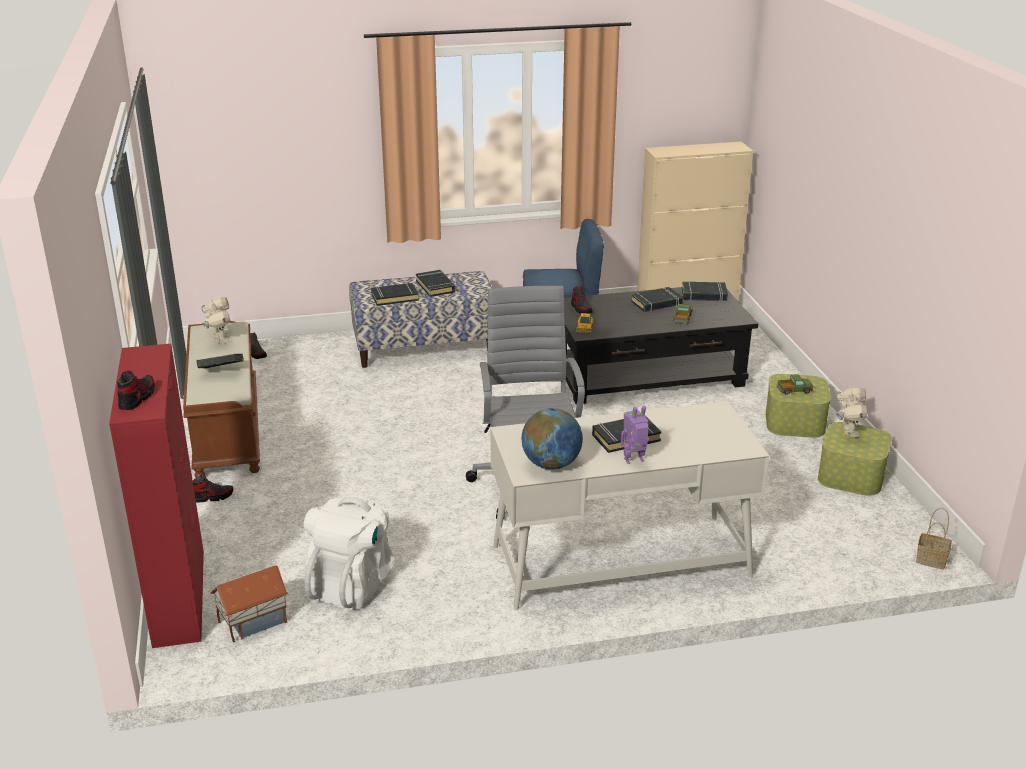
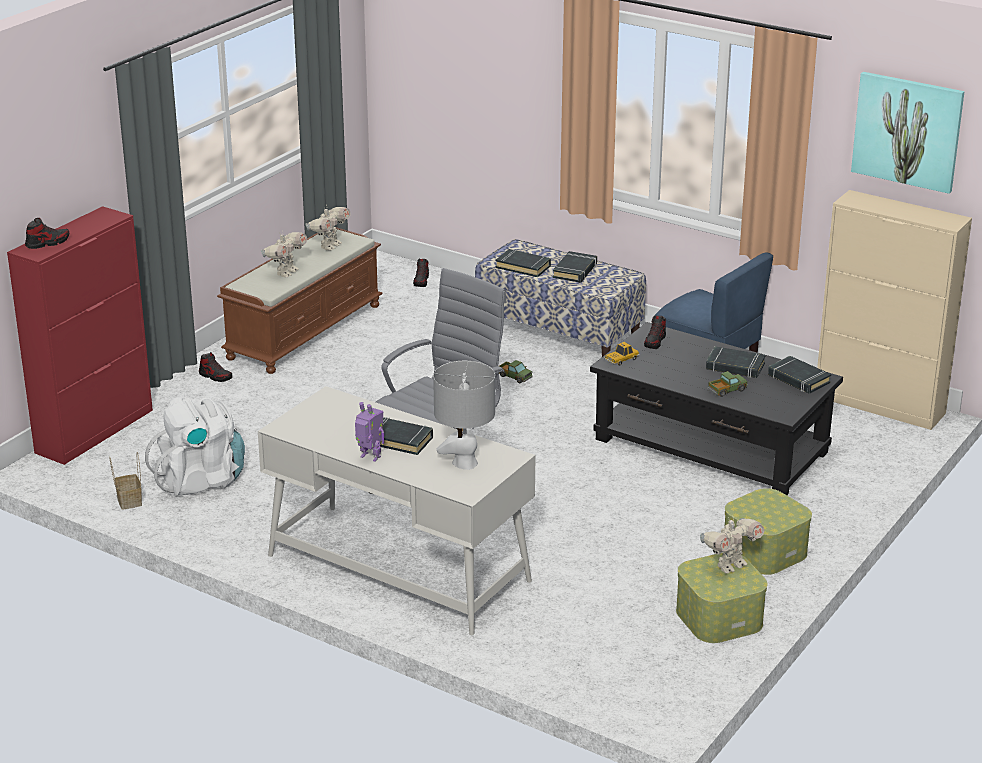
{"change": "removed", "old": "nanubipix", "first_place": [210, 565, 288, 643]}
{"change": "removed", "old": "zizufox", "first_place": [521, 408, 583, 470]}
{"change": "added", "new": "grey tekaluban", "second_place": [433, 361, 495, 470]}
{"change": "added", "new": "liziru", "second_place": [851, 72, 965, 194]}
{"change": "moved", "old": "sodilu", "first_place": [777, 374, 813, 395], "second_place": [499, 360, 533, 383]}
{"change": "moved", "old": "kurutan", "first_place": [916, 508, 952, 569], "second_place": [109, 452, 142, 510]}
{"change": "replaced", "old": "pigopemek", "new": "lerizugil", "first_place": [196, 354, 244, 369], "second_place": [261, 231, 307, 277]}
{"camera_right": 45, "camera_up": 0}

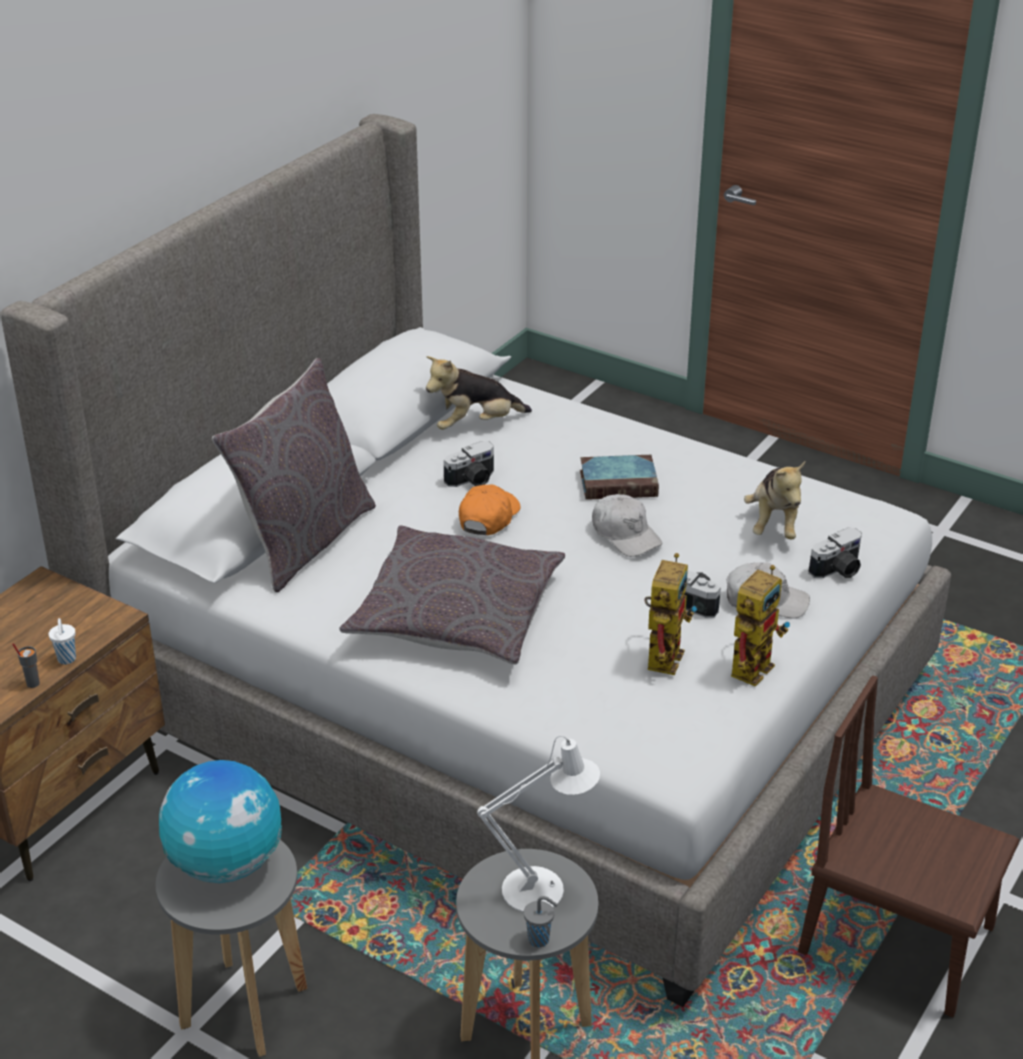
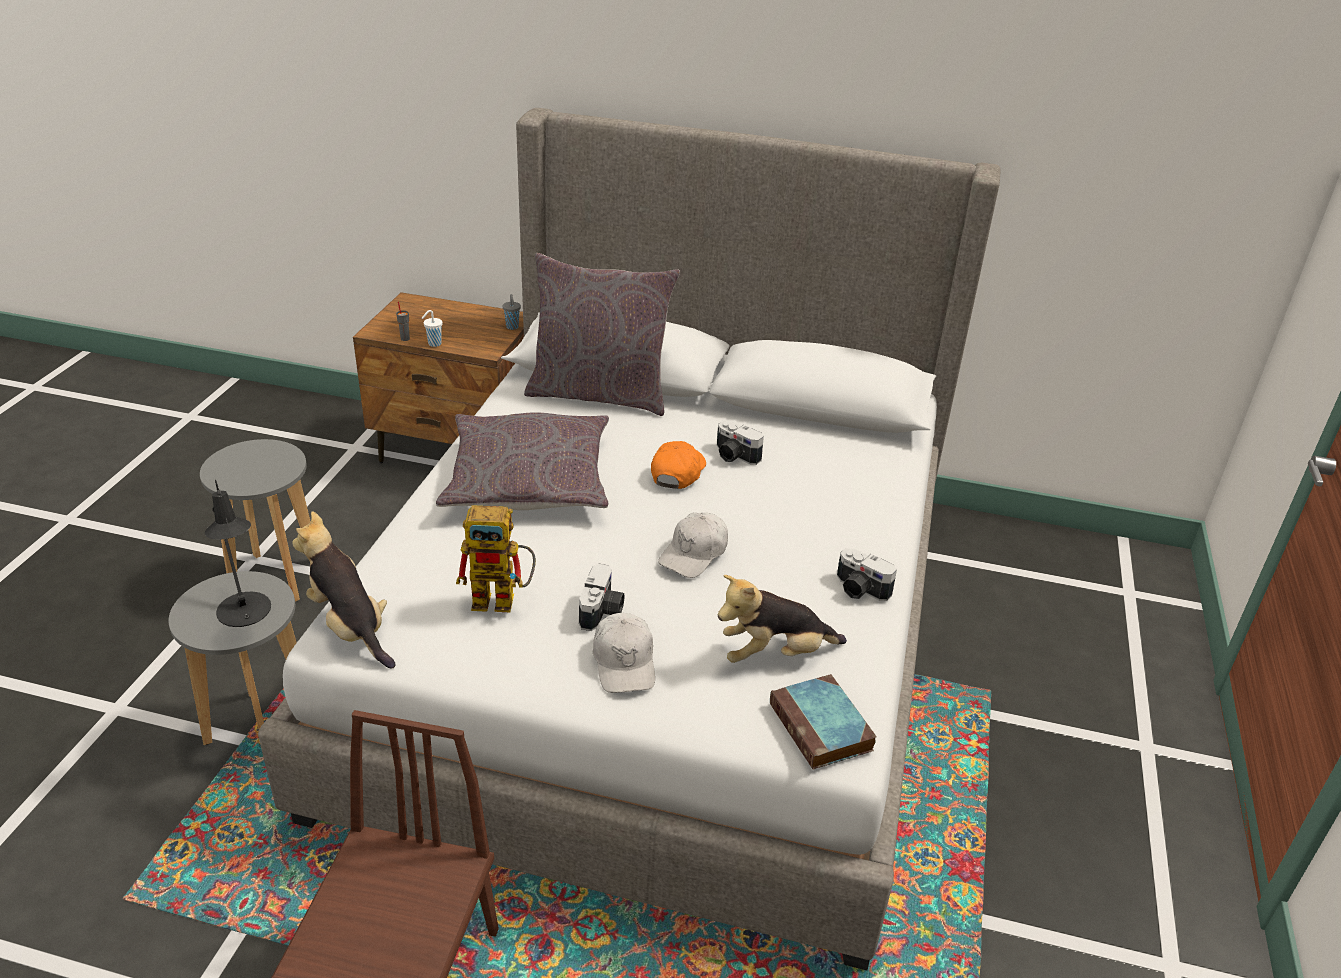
{"change": "removed", "old": "zizufox", "first_place": [159, 760, 282, 883]}
{"change": "removed", "old": "lerizugil", "first_place": [731, 565, 790, 686]}
{"change": "moved", "old": "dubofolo", "first_place": [426, 356, 532, 430], "second_place": [292, 511, 396, 669]}
{"change": "moved", "old": "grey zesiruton", "first_place": [524, 896, 558, 947], "second_place": [503, 294, 521, 330]}
{"change": "moved", "old": "pigopemek", "first_place": [580, 455, 659, 500], "second_place": [770, 674, 877, 770]}
{"change": "moved", "old": "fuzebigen", "first_place": [808, 528, 862, 578], "second_place": [837, 548, 897, 601]}
{"change": "recoloured", "old": "white tekaluban", "new": "black tekaluban", "first_place": [477, 735, 600, 912], "second_place": [205, 480, 271, 627]}
{"change": "turned", "old": "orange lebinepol", "first_place": [459, 485, 520, 535], "second_place": [651, 441, 706, 489], "degrees": -75}
{"camera_right": 70, "camera_up": 0}

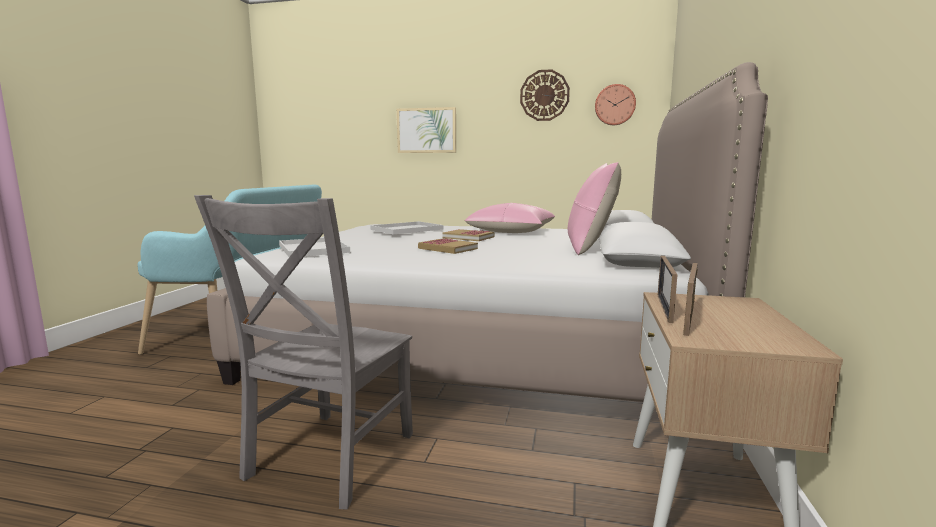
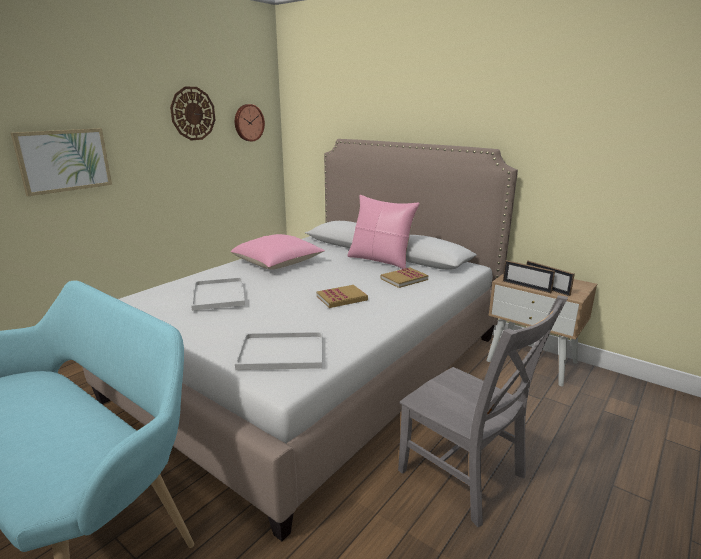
{"change": "moved", "old": "pigopemek", "first_place": [443, 229, 494, 241], "second_place": [381, 267, 428, 288]}
{"camera_right": -65, "camera_up": 10}

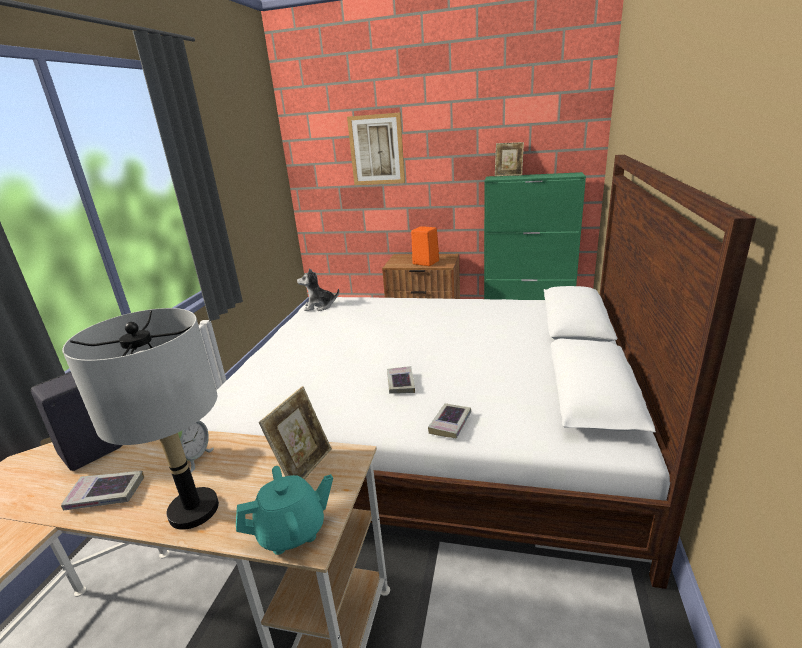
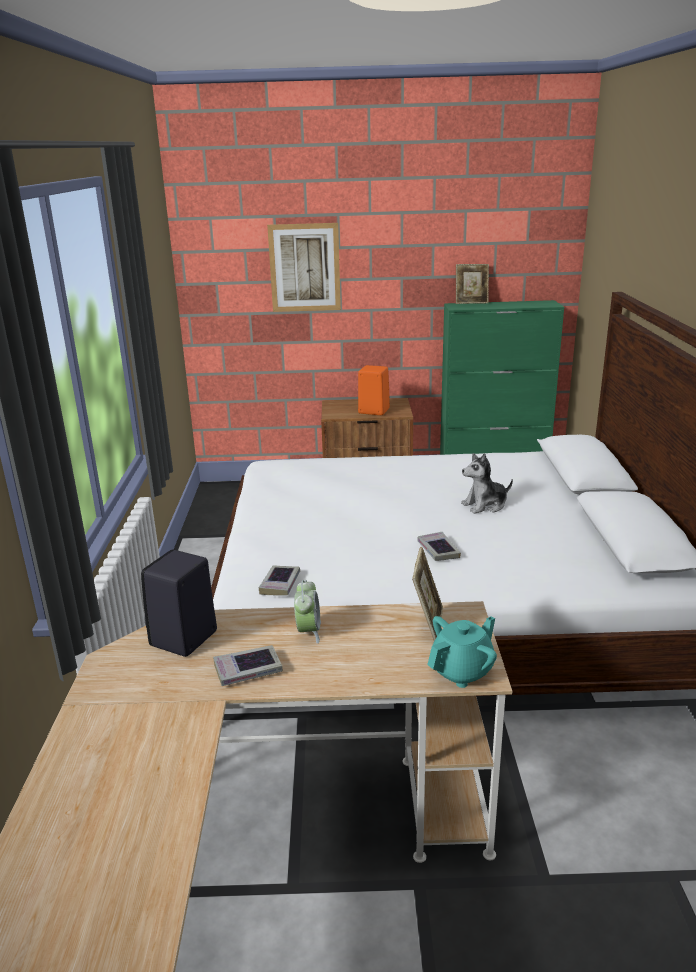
{"change": "removed", "old": "grey tekaluban", "first_place": [62, 308, 219, 530]}
{"change": "moved", "old": "dubofolo", "first_place": [297, 268, 339, 311], "second_place": [461, 453, 513, 514]}
{"change": "moved", "old": "pigopemek", "first_place": [428, 403, 471, 438], "second_place": [259, 566, 300, 596]}
{"camera_right": -15, "camera_up": 0}

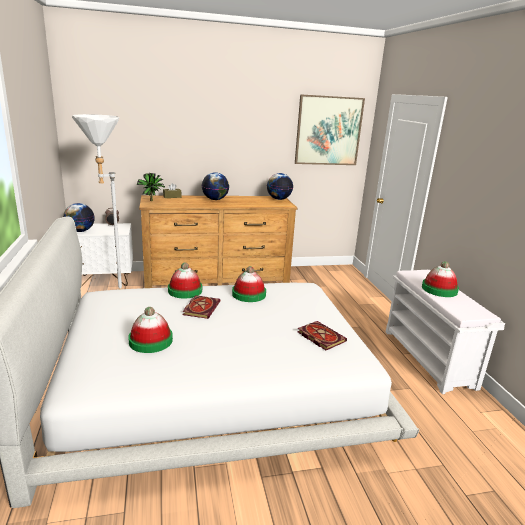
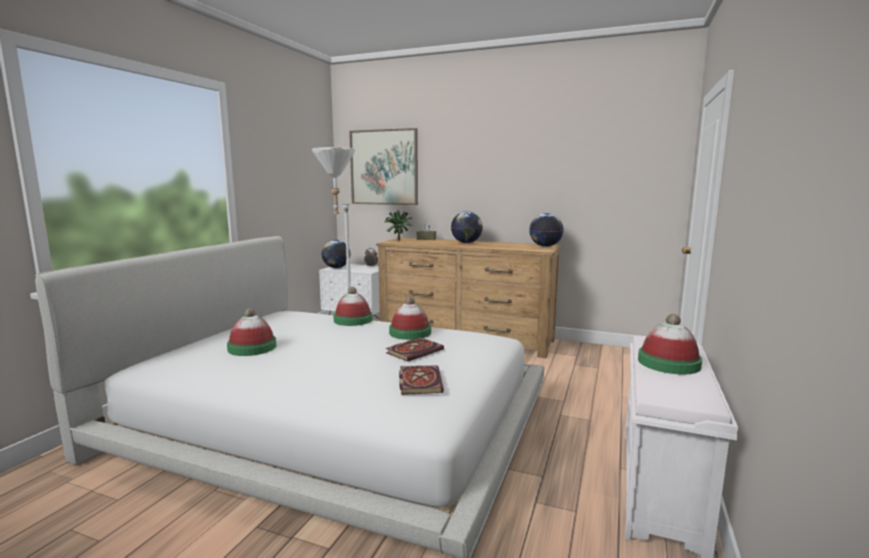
{"change": "moved", "old": "pigopemek", "first_place": [183, 295, 220, 319], "second_place": [386, 338, 444, 361]}
{"change": "moved", "old": "liziru", "first_place": [295, 94, 365, 165], "second_place": [349, 128, 418, 205]}
{"camera_right": 35, "camera_up": -10}

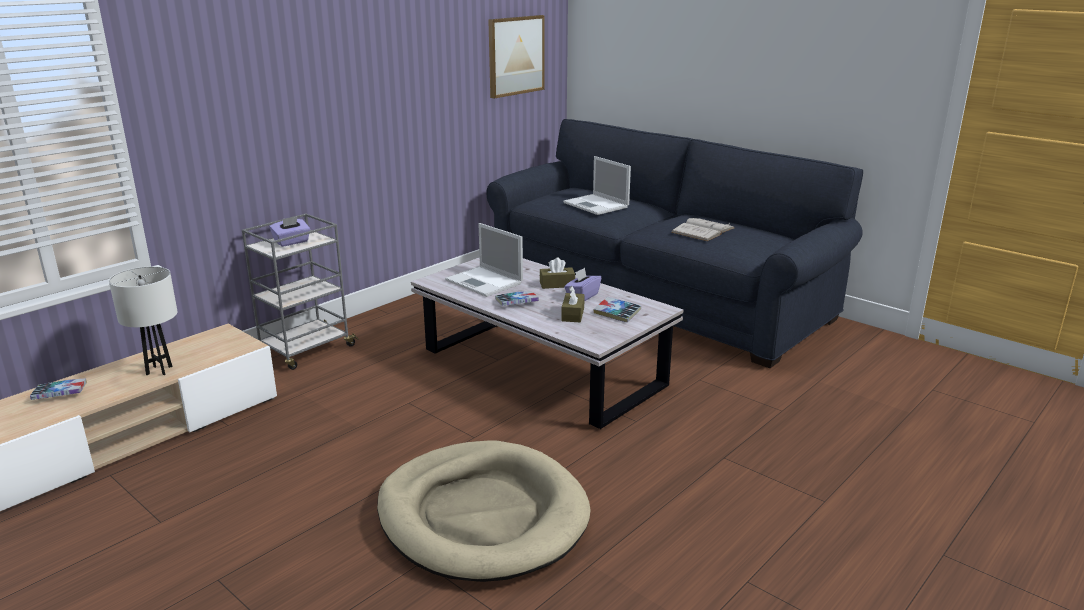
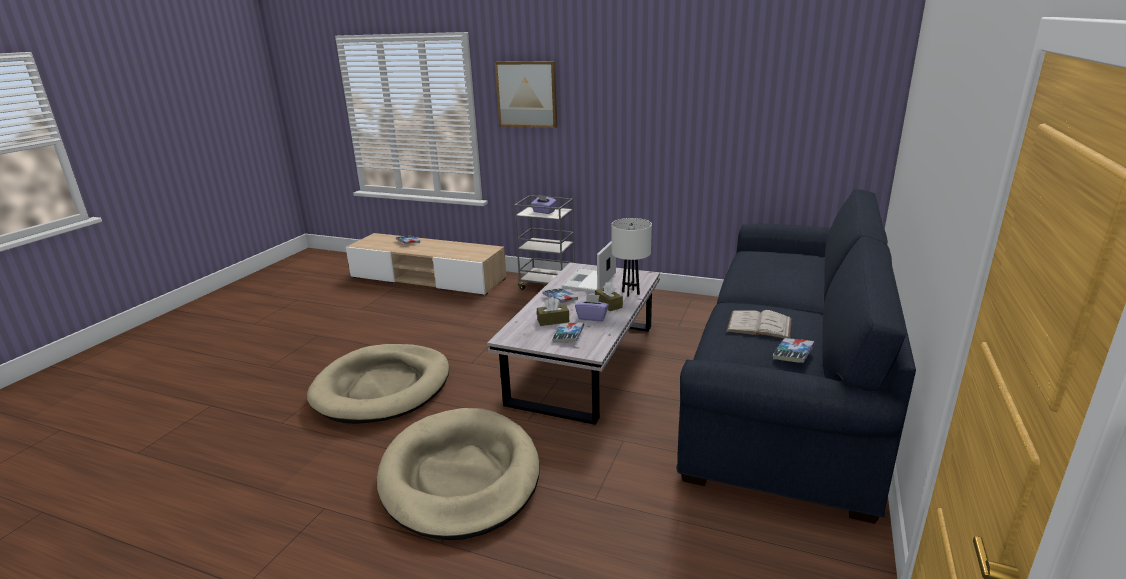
{"change": "removed", "old": "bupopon", "first_place": [563, 156, 631, 215]}
{"change": "added", "new": "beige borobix", "second_place": [377, 408, 540, 540]}
{"change": "added", "new": "pigopemek", "second_place": [773, 338, 815, 363]}
{"change": "moved", "old": "white tekaluban", "first_place": [109, 266, 177, 375], "second_place": [611, 218, 652, 297]}
{"change": "moved", "old": "liziru", "first_place": [488, 15, 545, 99], "second_place": [495, 61, 557, 128]}
{"camera_right": 70, "camera_up": 0}

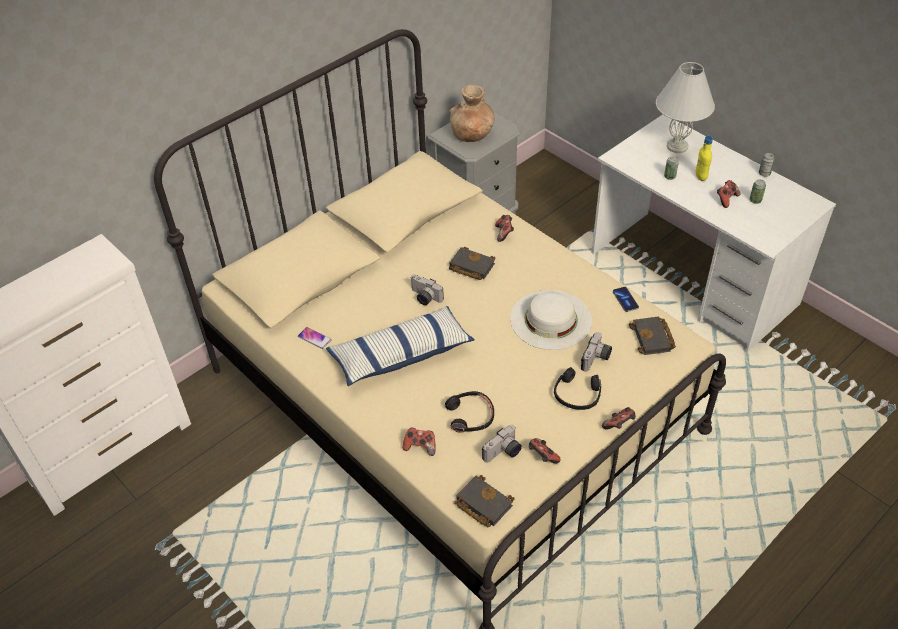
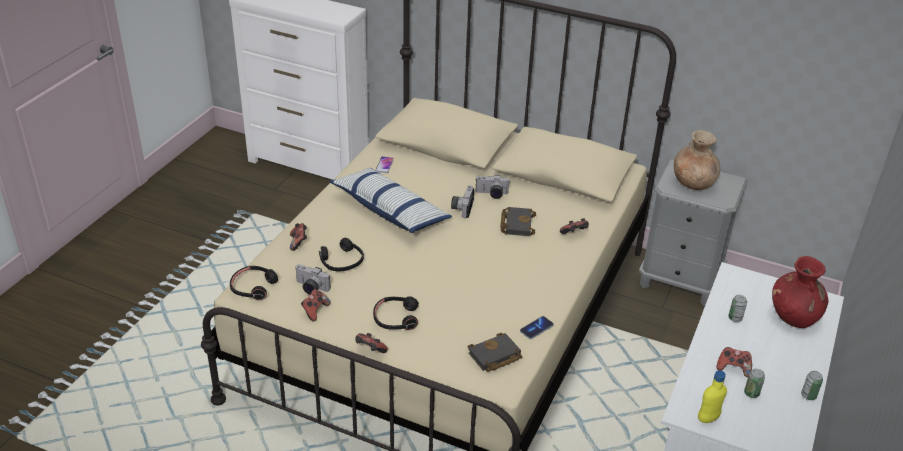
{"change": "removed", "old": "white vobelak", "first_place": [510, 290, 592, 350]}
{"change": "moved", "old": "fuzebigen", "first_place": [581, 332, 612, 372], "second_place": [476, 175, 509, 199]}
{"change": "moved", "old": "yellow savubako", "first_place": [696, 136, 713, 181], "second_place": [698, 370, 727, 423]}
{"change": "replaced", "old": "black pigopemek", "new": "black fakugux", "first_place": [454, 475, 514, 528], "second_place": [230, 266, 278, 300]}
{"change": "replaced", "old": "white tekaluban", "new": "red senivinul", "first_place": [656, 62, 715, 153], "second_place": [772, 256, 829, 328]}
{"camera_right": 65, "camera_up": -10}

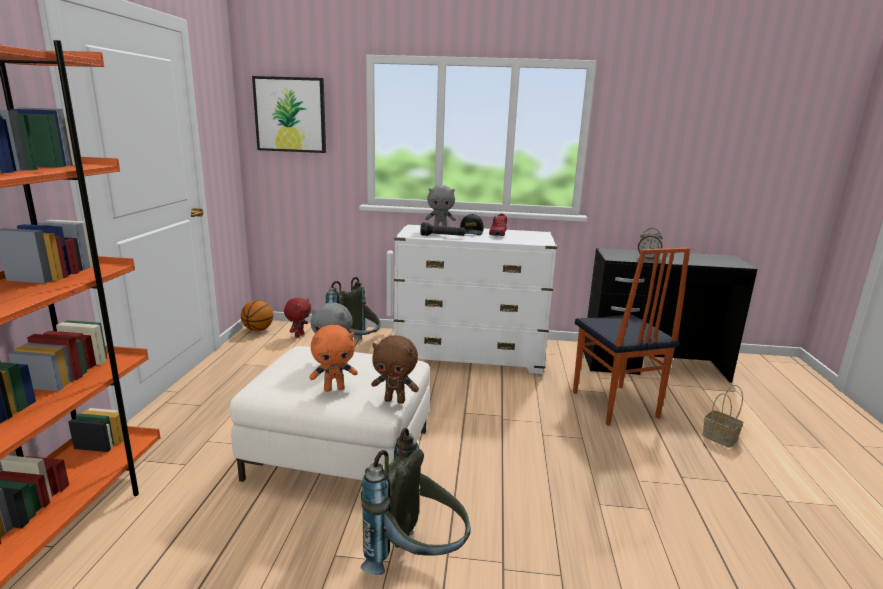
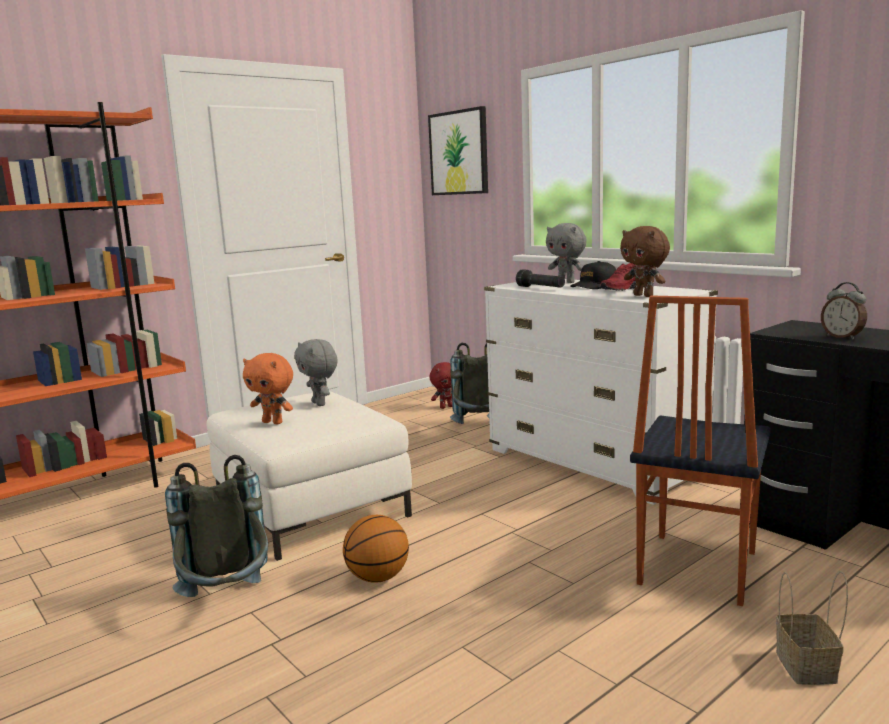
{"change": "moved", "old": "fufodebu", "first_place": [241, 300, 273, 331], "second_place": [343, 515, 409, 583]}
{"change": "moved", "old": "brown dubofolo", "first_place": [371, 335, 419, 404], "second_place": [620, 226, 670, 297]}
{"camera_right": 45, "camera_up": -5}

